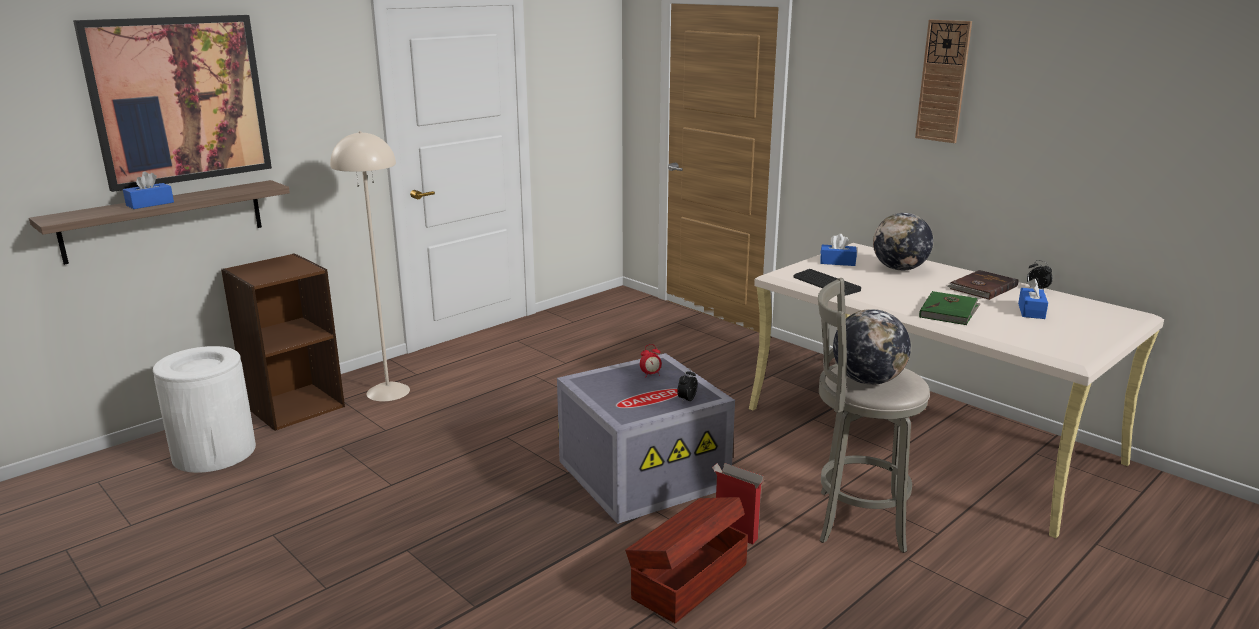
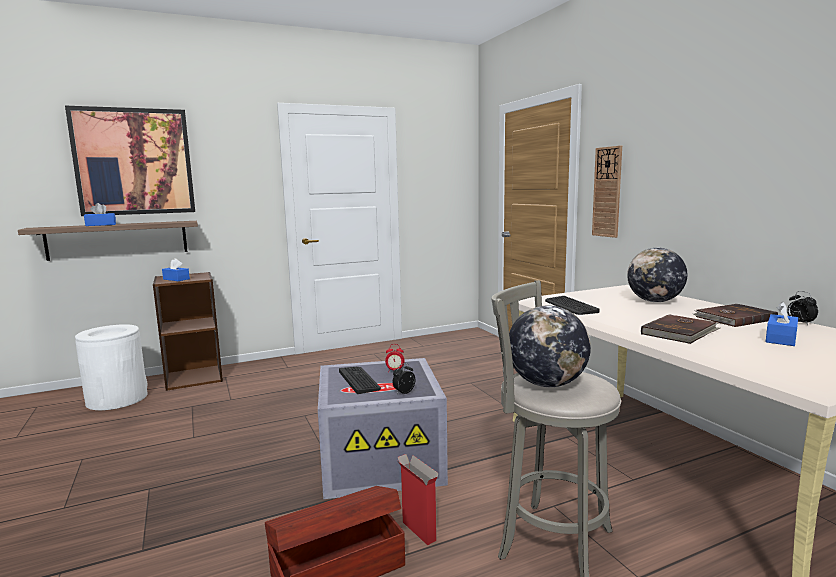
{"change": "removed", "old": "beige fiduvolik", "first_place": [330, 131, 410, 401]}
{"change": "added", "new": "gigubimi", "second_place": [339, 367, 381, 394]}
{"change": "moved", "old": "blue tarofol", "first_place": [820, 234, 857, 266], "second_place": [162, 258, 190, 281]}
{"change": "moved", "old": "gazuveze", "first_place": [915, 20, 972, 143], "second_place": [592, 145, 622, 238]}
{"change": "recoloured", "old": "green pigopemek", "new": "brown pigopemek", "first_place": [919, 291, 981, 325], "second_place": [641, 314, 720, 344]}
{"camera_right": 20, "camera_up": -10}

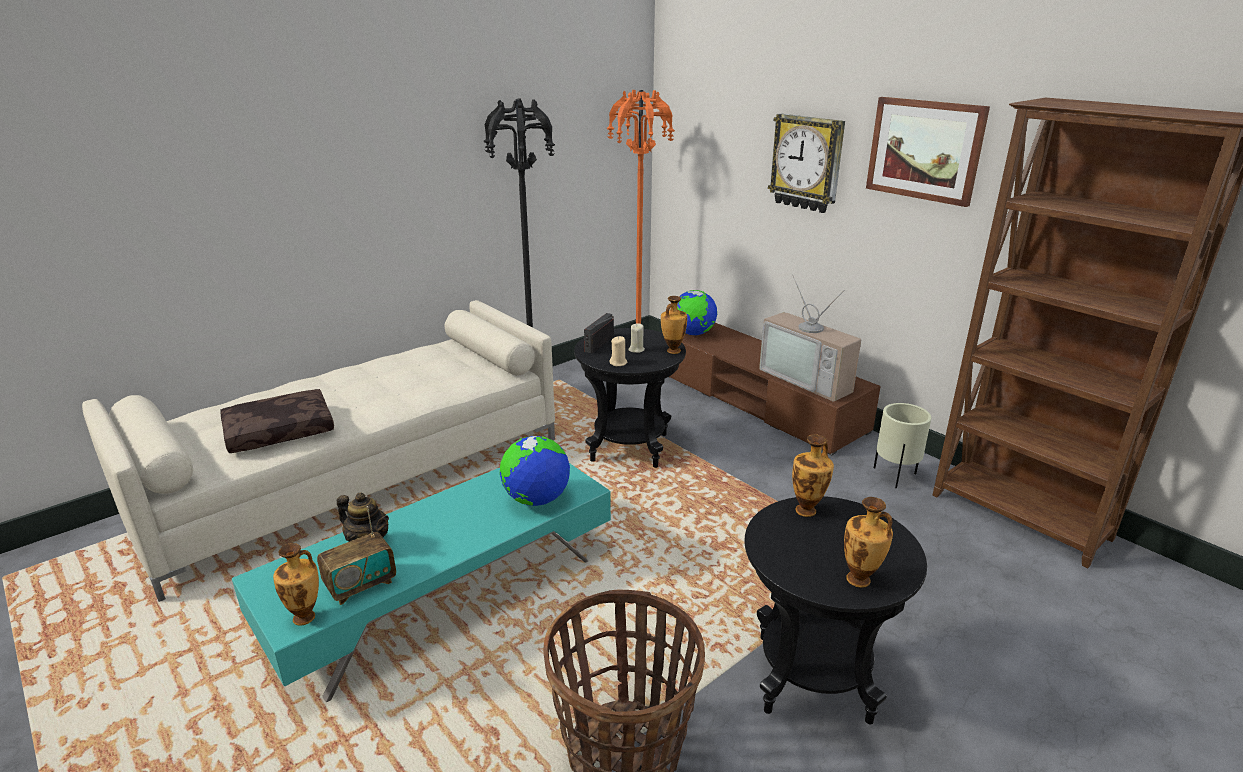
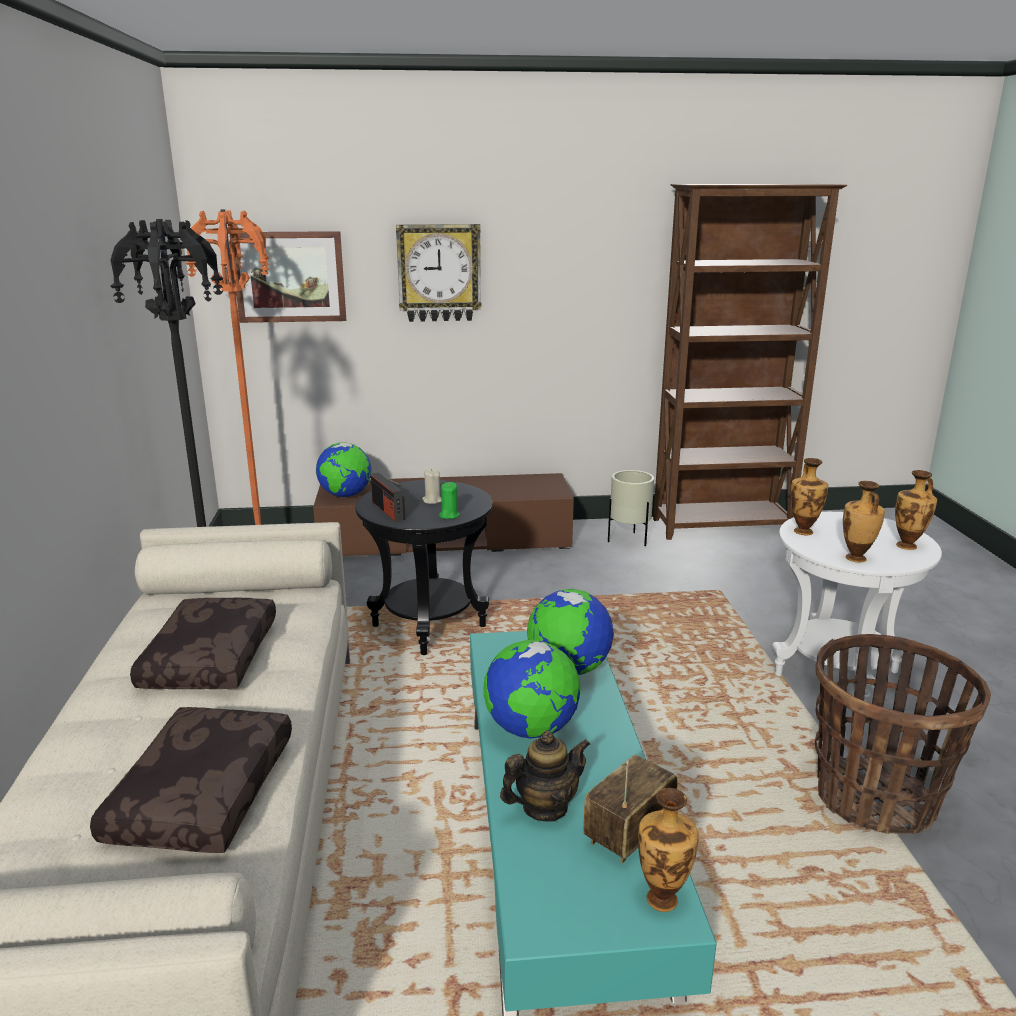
{"change": "removed", "old": "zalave", "first_place": [759, 274, 861, 402]}
{"change": "added", "new": "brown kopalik", "second_place": [130, 598, 276, 689]}
{"change": "added", "new": "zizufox", "second_place": [483, 640, 581, 738]}
{"change": "moved", "old": "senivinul", "first_place": [661, 296, 687, 354], "second_place": [843, 481, 885, 562]}
{"change": "moved", "old": "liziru", "first_place": [866, 97, 990, 207], "second_place": [230, 231, 346, 323]}
{"change": "recoloured", "old": "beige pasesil", "new": "green pasesil", "first_place": [609, 336, 627, 366], "second_place": [439, 482, 460, 519]}
{"change": "recoloured", "old": "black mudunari", "new": "white mudunari", "first_place": [745, 496, 927, 725], "second_place": [773, 512, 942, 702]}
{"change": "turned", "old": "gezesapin", "first_place": [317, 506, 396, 605], "second_place": [583, 755, 677, 863], "degrees": -135}
{"camera_right": -55, "camera_up": -5}

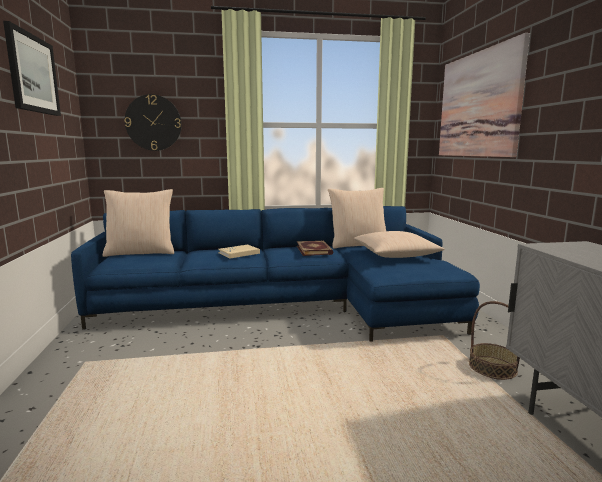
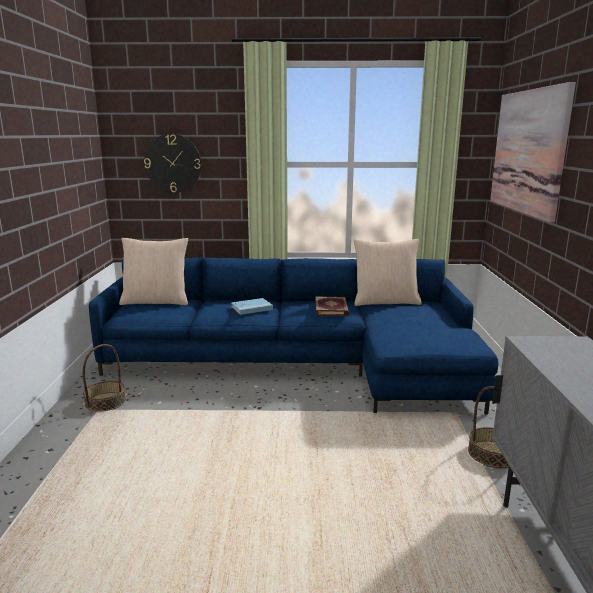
{"change": "removed", "old": "liziru", "first_place": [3, 21, 61, 116]}
{"change": "removed", "old": "beige kopalik", "first_place": [353, 231, 445, 258]}
{"change": "added", "new": "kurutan", "second_place": [83, 344, 126, 412]}
{"change": "recoloured", "old": "beige pigopemek", "new": "blue pigopemek", "first_place": [218, 245, 260, 258], "second_place": [231, 298, 273, 315]}
{"camera_right": 10, "camera_up": 5}

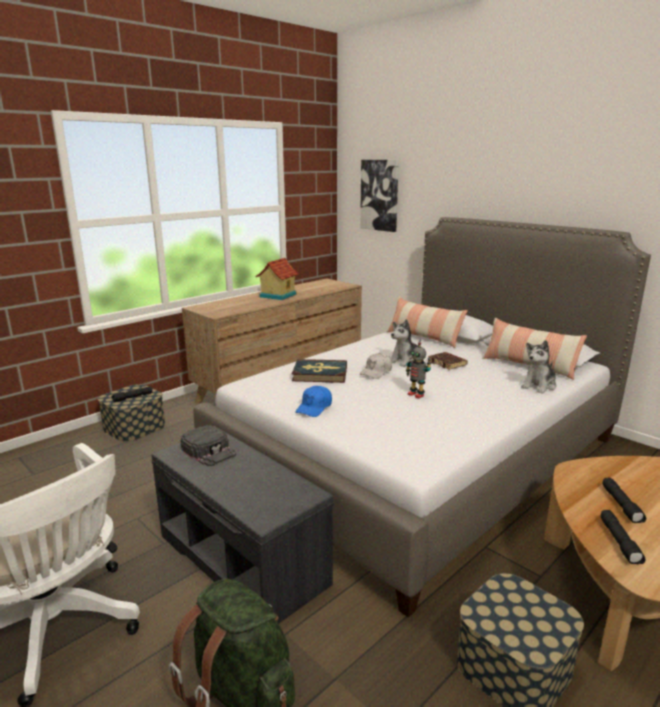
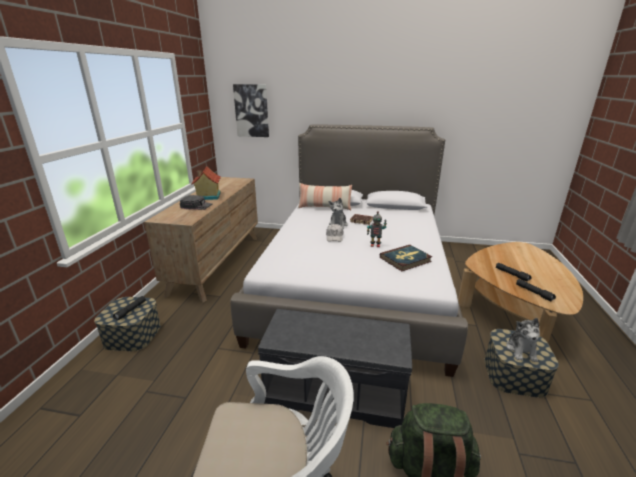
{"change": "removed", "old": "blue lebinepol", "first_place": [295, 386, 332, 417]}
{"change": "removed", "old": "kopalik", "first_place": [482, 318, 587, 380]}
{"change": "moved", "old": "black lebinepol", "first_place": [180, 425, 236, 466], "second_place": [180, 195, 212, 210]}
{"change": "moved", "old": "pigopemek", "first_place": [292, 359, 347, 383], "second_place": [380, 245, 432, 271]}
{"change": "moved", "old": "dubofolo", "first_place": [521, 340, 556, 394], "second_place": [506, 318, 540, 362]}
{"camera_right": -35, "camera_up": 5}

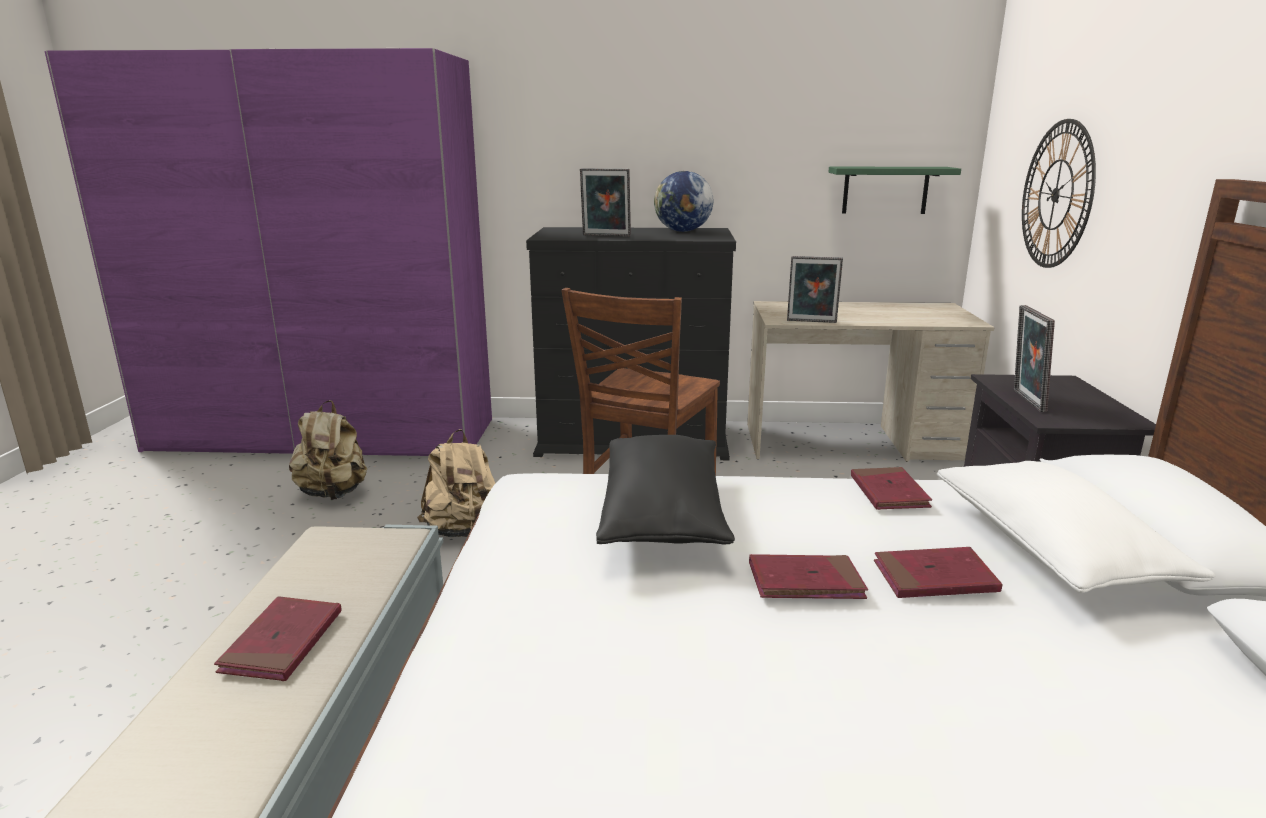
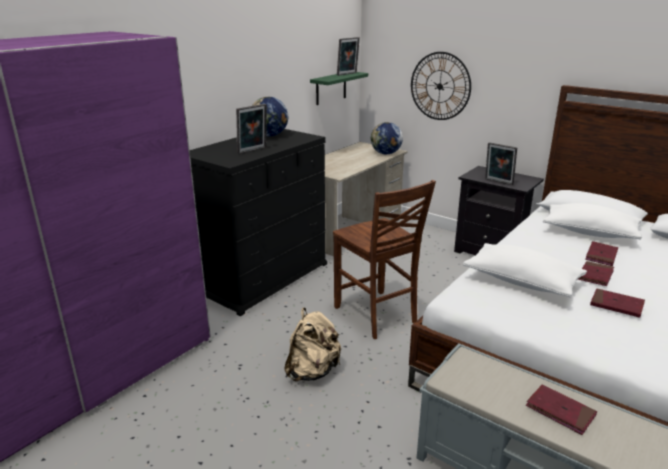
{"change": "removed", "old": "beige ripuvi", "first_place": [289, 400, 367, 500]}
{"change": "added", "new": "zizufox", "second_place": [371, 122, 403, 154]}
{"change": "moved", "old": "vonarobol", "first_place": [787, 256, 843, 323], "second_place": [337, 37, 360, 76]}
{"change": "moved", "old": "red pigopemek", "first_place": [851, 467, 932, 510], "second_place": [590, 289, 645, 318]}
{"change": "recoloured", "old": "black kopalik", "new": "white kopalik", "first_place": [596, 435, 735, 544], "second_place": [463, 243, 587, 298]}
{"camera_right": -55, "camera_up": 5}

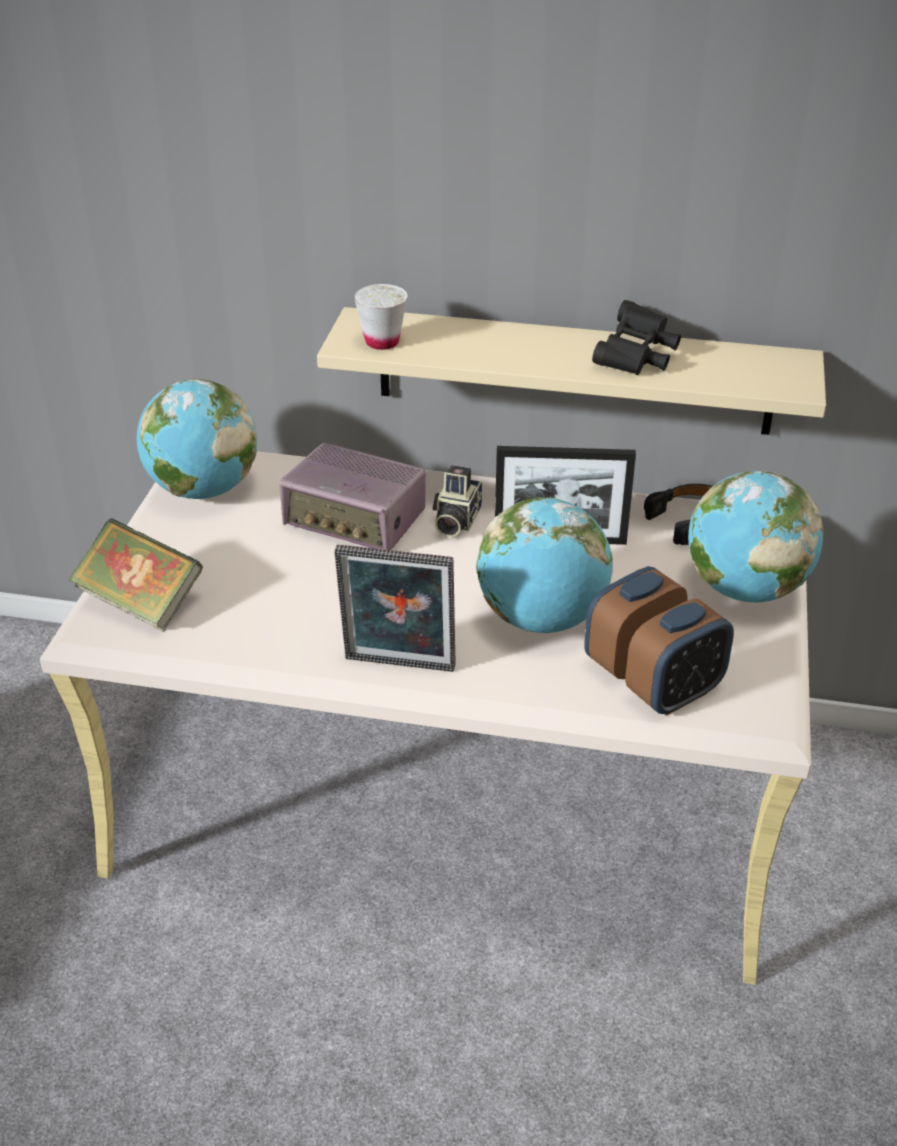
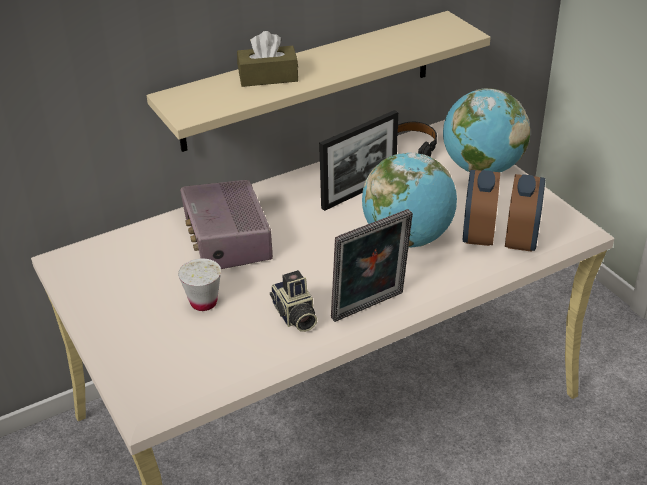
{"change": "removed", "old": "pigopemek", "first_place": [68, 518, 203, 632]}
{"change": "removed", "old": "zizufox", "first_place": [137, 379, 257, 499]}
{"change": "removed", "old": "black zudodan", "first_place": [592, 300, 681, 375]}
{"change": "added", "new": "brown tarofol", "second_place": [237, 31, 298, 87]}
{"change": "moved", "old": "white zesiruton", "first_place": [354, 284, 407, 350], "second_place": [178, 259, 221, 311]}
{"change": "moved", "old": "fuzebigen", "first_place": [433, 465, 483, 537], "second_place": [270, 270, 317, 332]}
{"change": "turned", "old": "gezesapin", "first_place": [279, 443, 426, 550], "second_place": [180, 180, 273, 269], "degrees": 90}
{"camera_right": -40, "camera_up": 0}

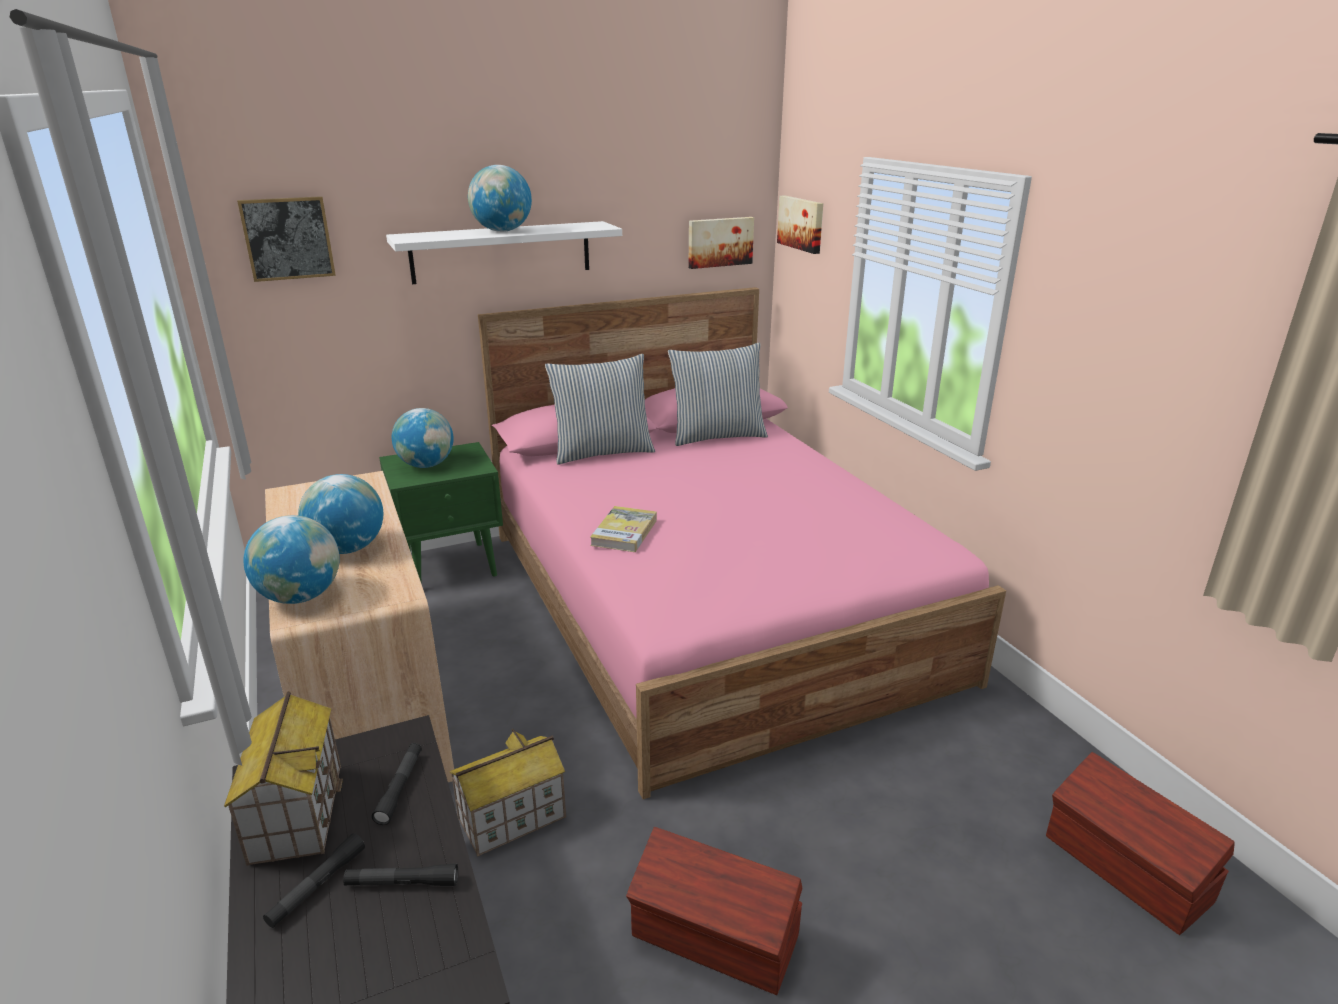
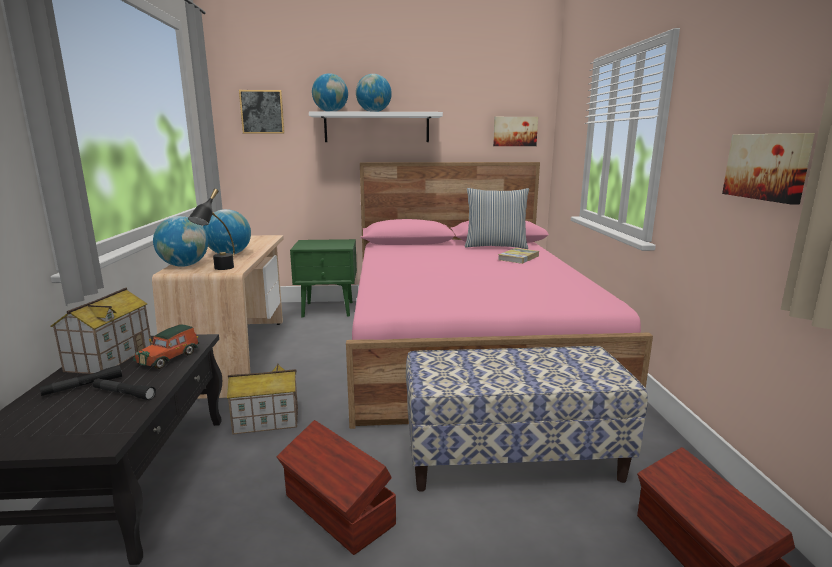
{"change": "removed", "old": "kopalik", "first_place": [545, 354, 655, 465]}
{"change": "added", "new": "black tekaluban", "second_place": [188, 189, 235, 270]}
{"change": "added", "new": "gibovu", "second_place": [406, 346, 648, 492]}
{"change": "moved", "old": "zizufox", "first_place": [392, 408, 453, 468], "second_place": [312, 73, 348, 111]}
{"change": "moved", "old": "pigopemek", "first_place": [590, 506, 657, 552], "second_place": [498, 248, 539, 264]}
{"change": "moved", "old": "liziru", "first_place": [777, 195, 823, 254], "second_place": [722, 133, 815, 204]}
{"change": "replaced", "old": "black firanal", "new": "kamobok", "first_place": [372, 743, 422, 825], "second_place": [133, 324, 199, 369]}
{"camera_right": 20, "camera_up": -10}

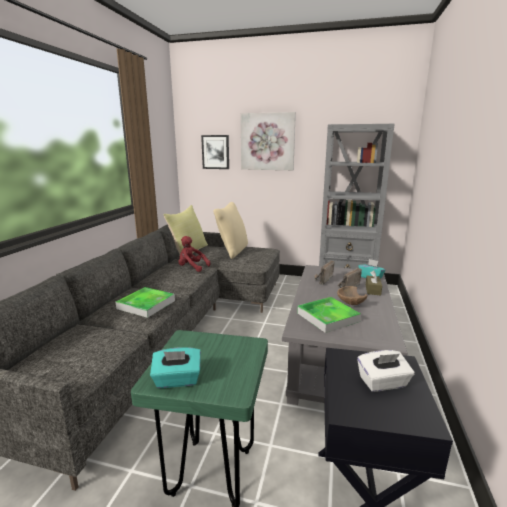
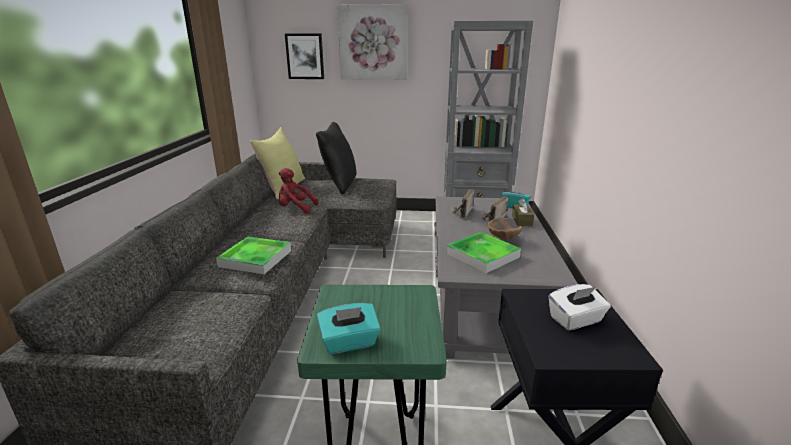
{"change": "recoloured", "old": "beige kopalik", "new": "black kopalik", "first_place": [213, 202, 248, 259], "second_place": [316, 122, 357, 194]}
{"camera_right": -10, "camera_up": 5}

